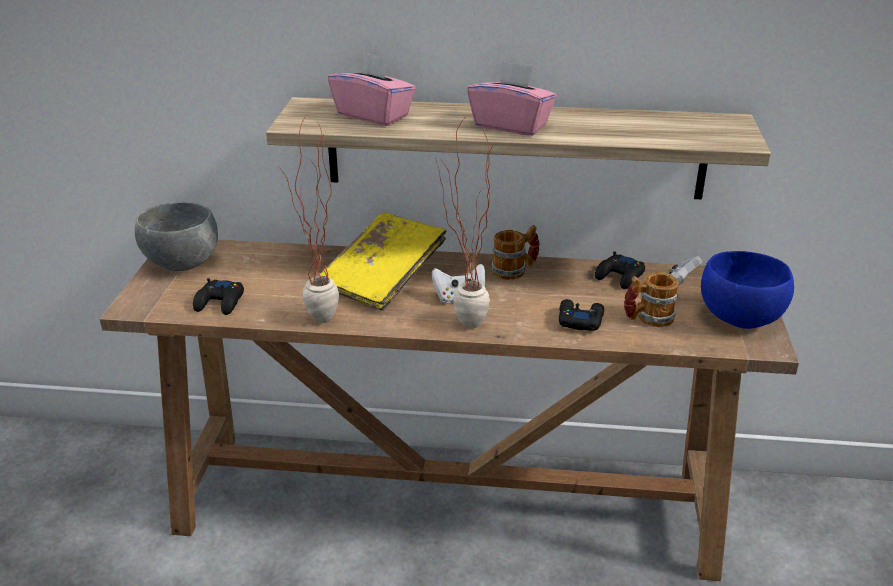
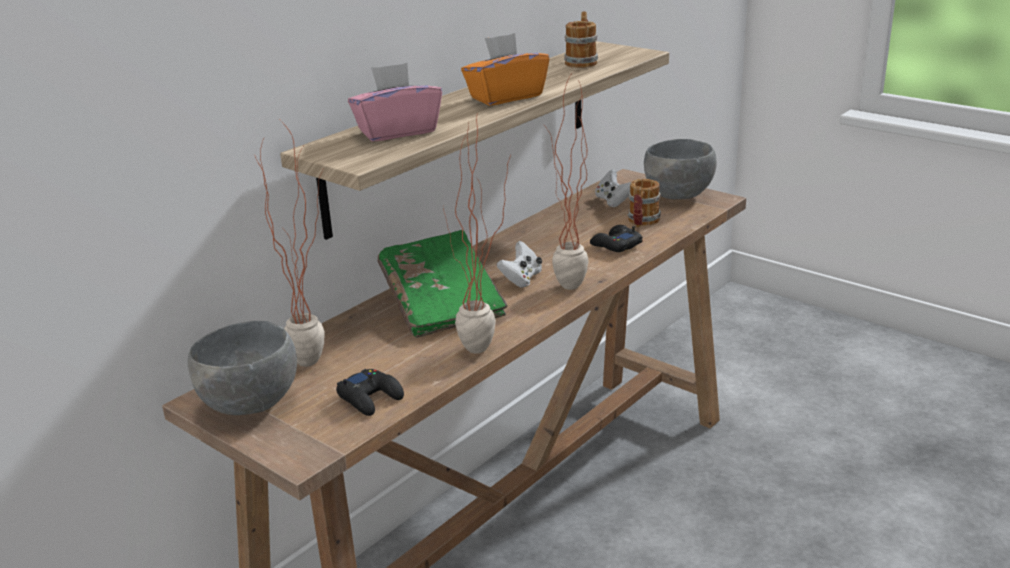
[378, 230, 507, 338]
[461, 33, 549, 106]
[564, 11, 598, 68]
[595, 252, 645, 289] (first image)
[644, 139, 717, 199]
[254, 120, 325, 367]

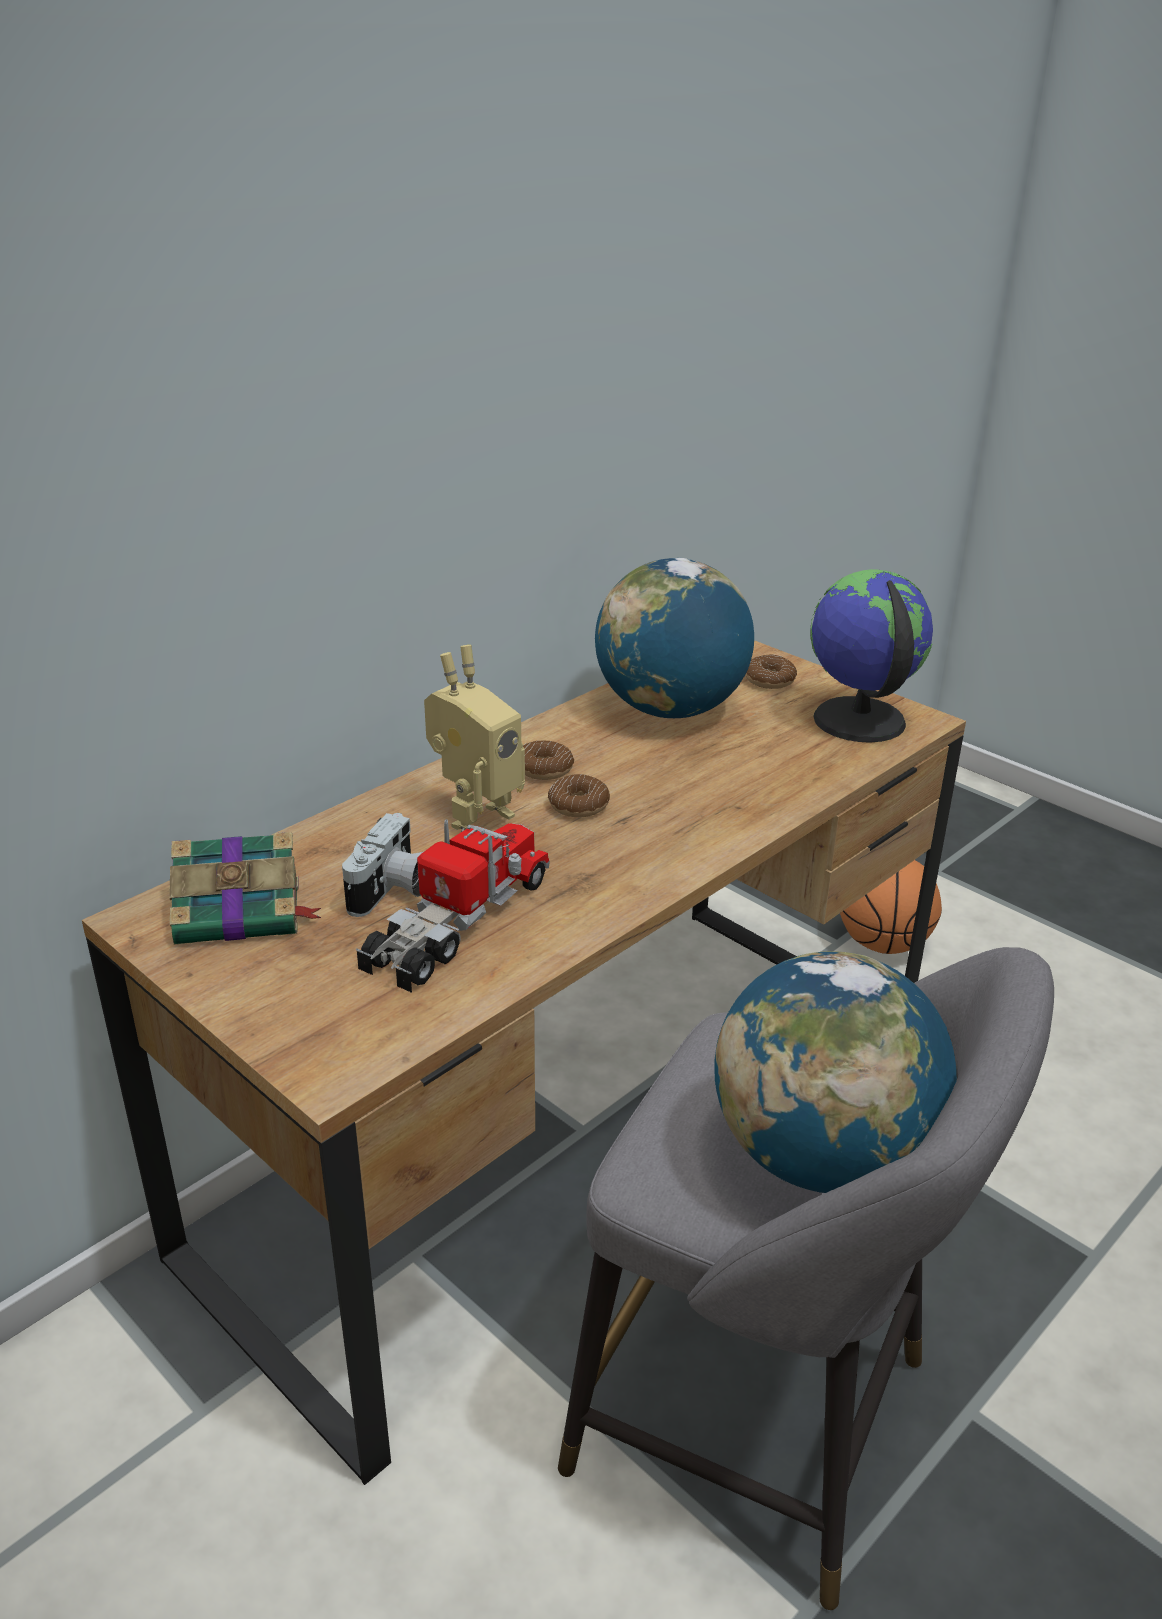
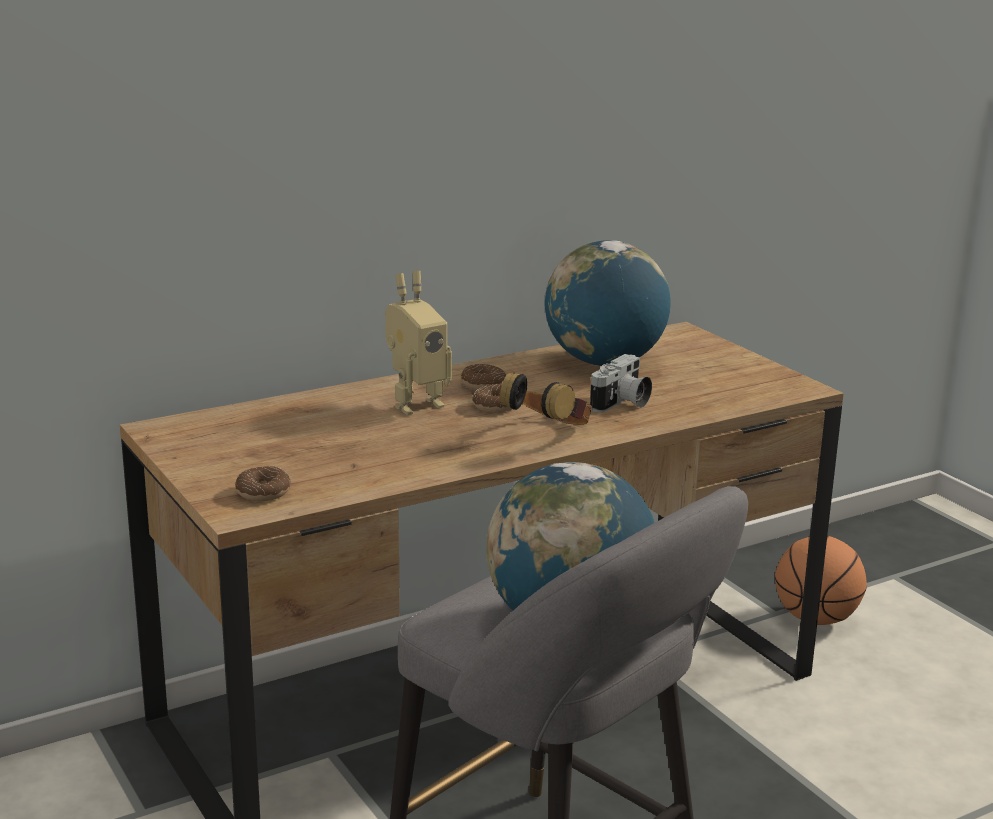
[169, 832, 321, 945] (first image)
[590, 354, 652, 412]
[356, 819, 550, 993] (first image)
[235, 466, 291, 501]
[810, 569, 933, 743] (first image)
[500, 373, 592, 425]

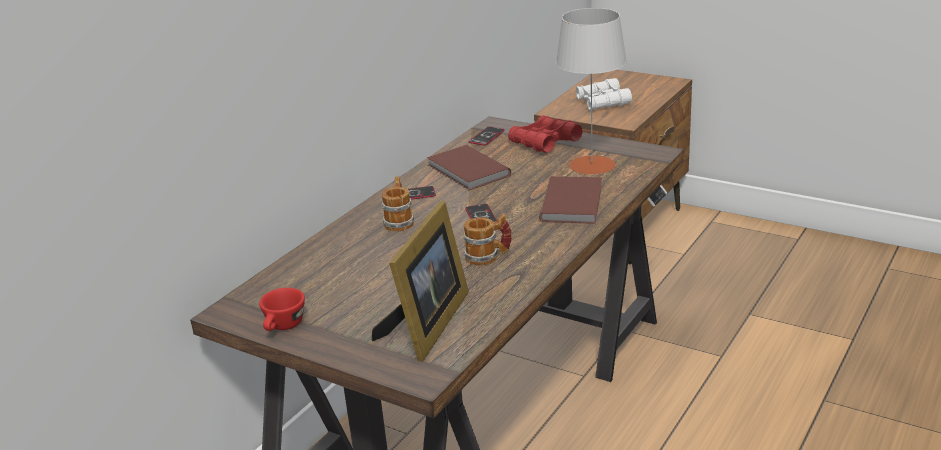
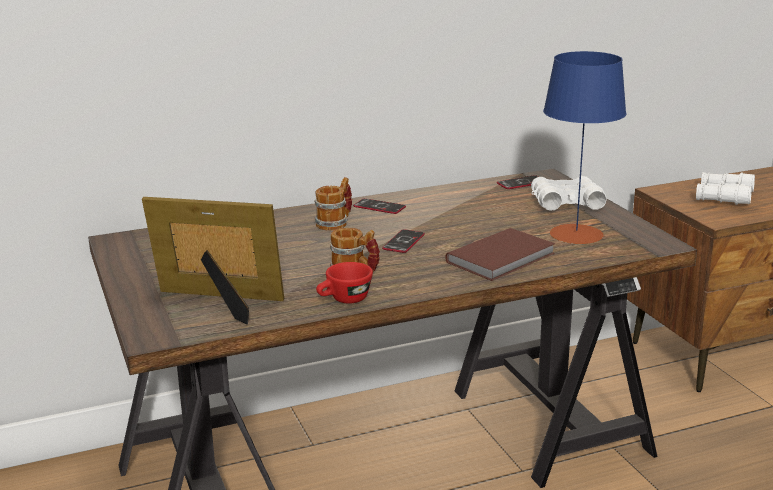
[316, 262, 373, 304]
[142, 197, 284, 324]
[427, 145, 511, 190] (first image)
[531, 176, 607, 211]
[543, 51, 627, 244]

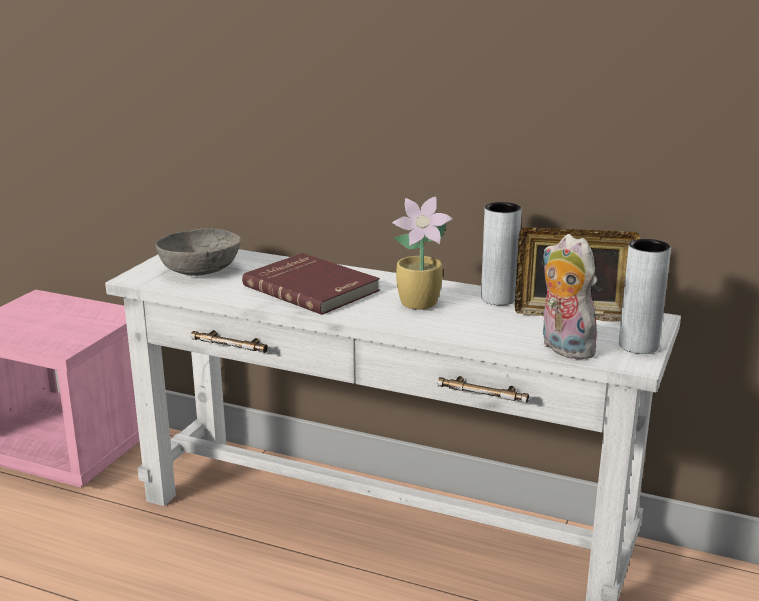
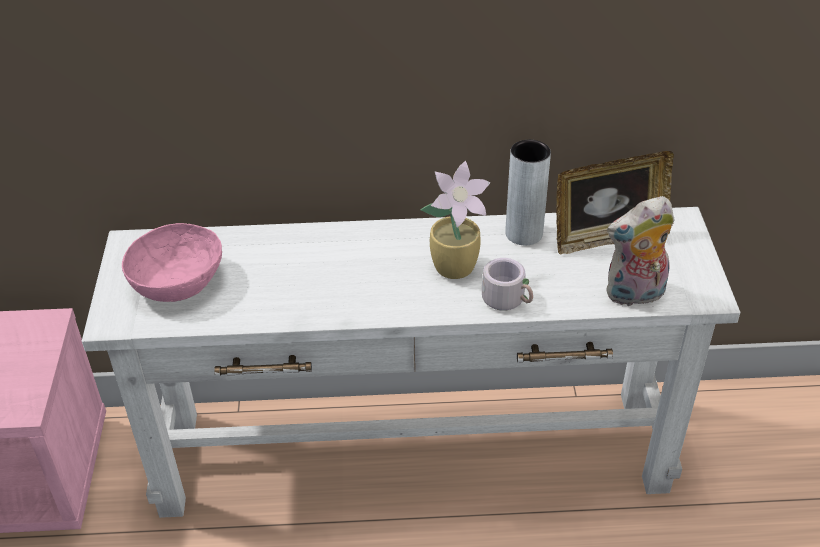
[122, 223, 222, 302]
[242, 253, 380, 315] (first image)
[606, 196, 675, 307]
[619, 239, 671, 354] (first image)
[482, 258, 533, 311]

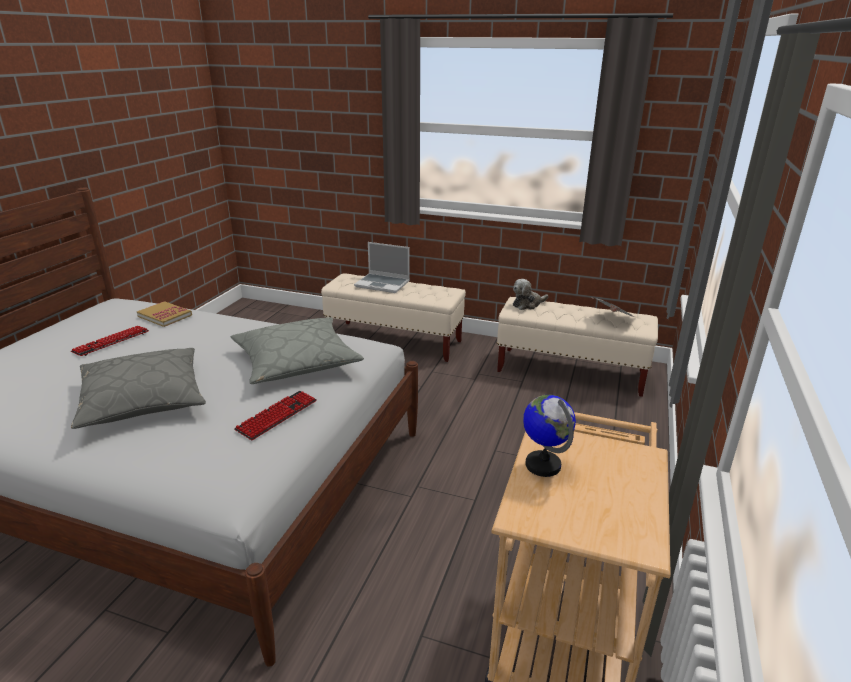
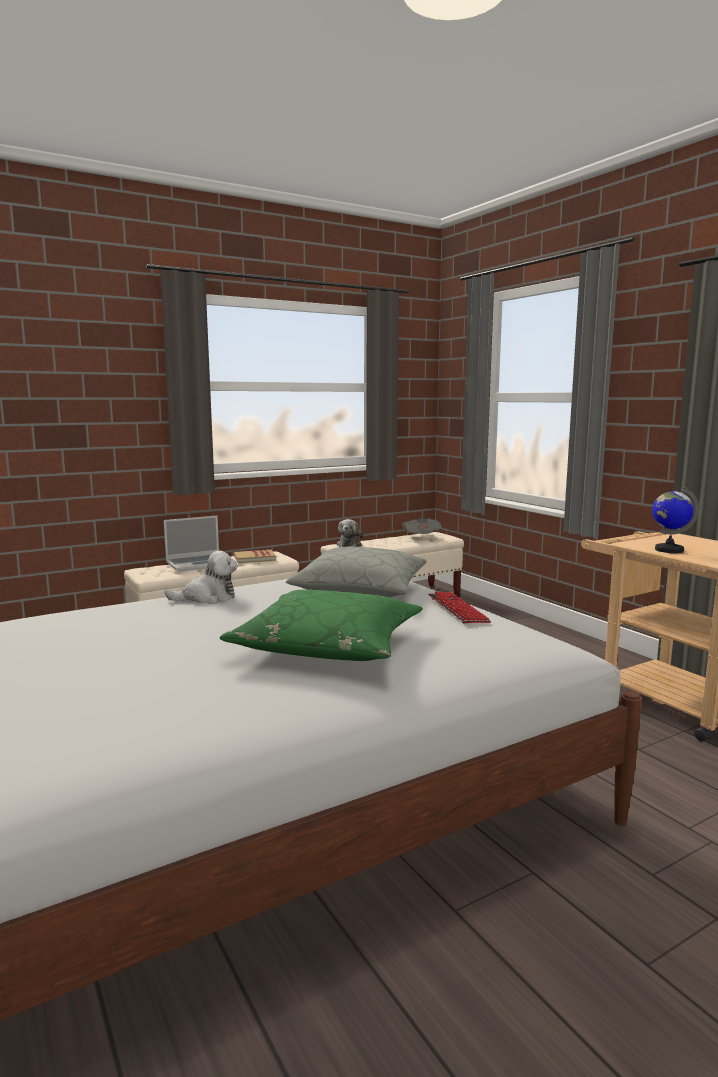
[71, 326, 149, 356] (first image)
[220, 589, 423, 661]
[234, 550, 276, 563]
[165, 551, 238, 604]

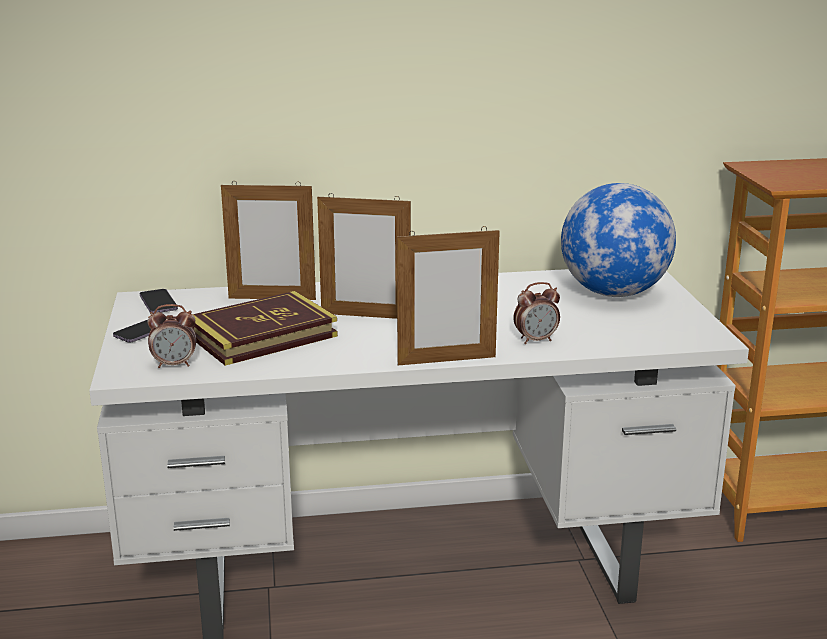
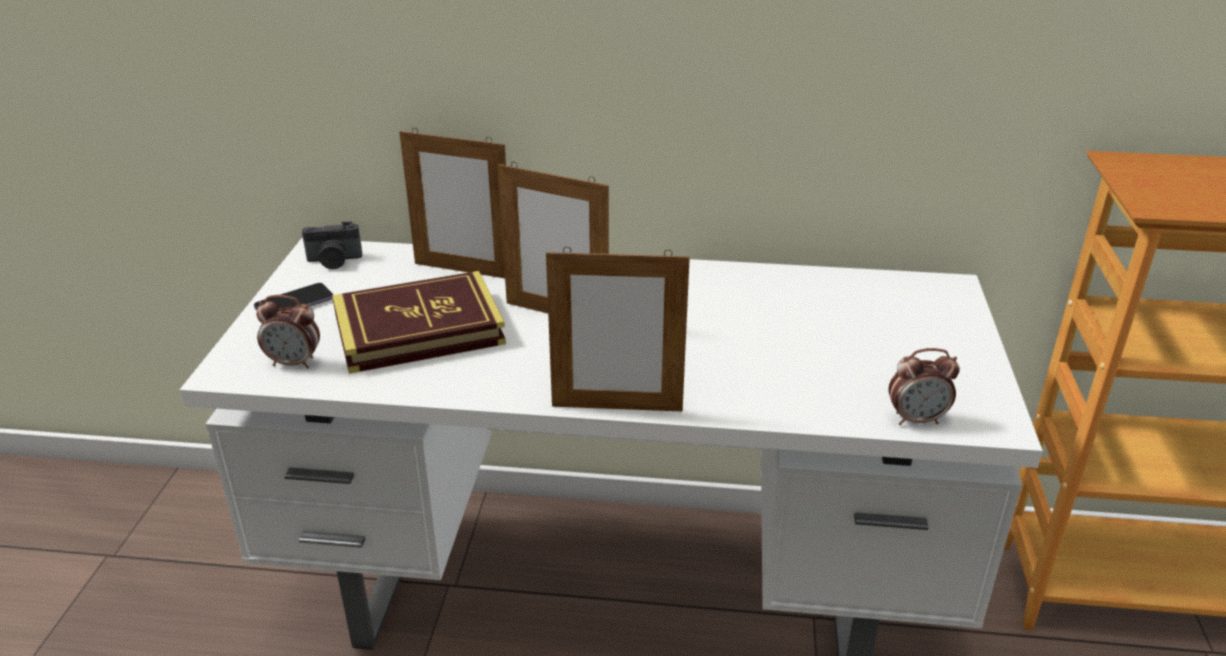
[302, 221, 362, 269]
[889, 348, 960, 425]
[561, 183, 676, 297] (first image)

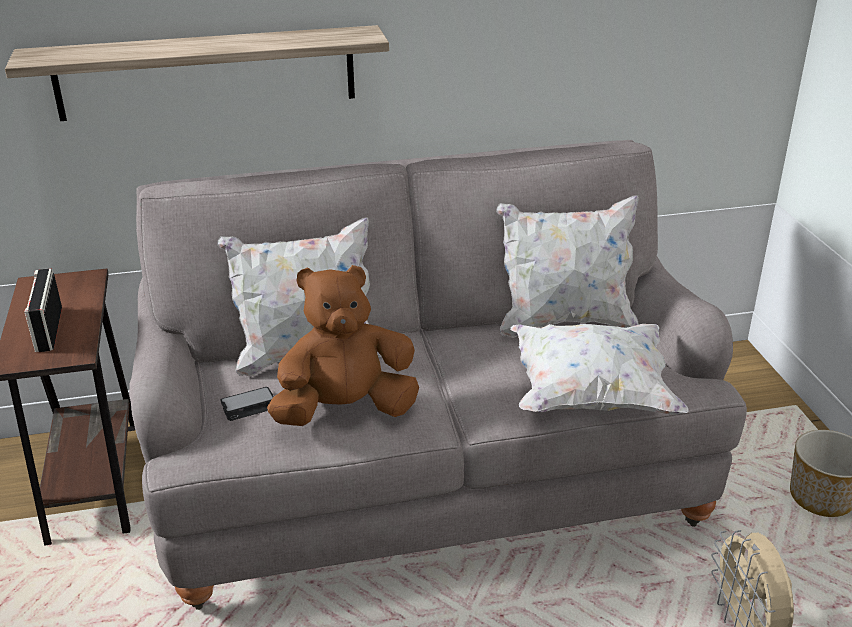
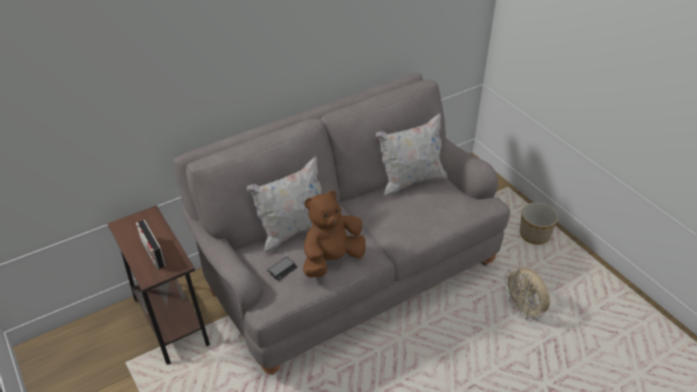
[5, 25, 389, 121] (first image)
[510, 324, 689, 415] (first image)

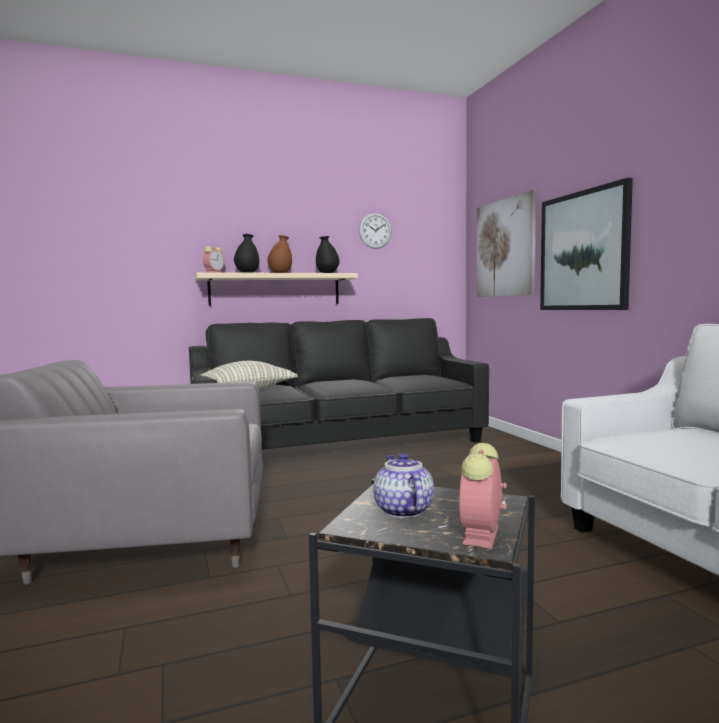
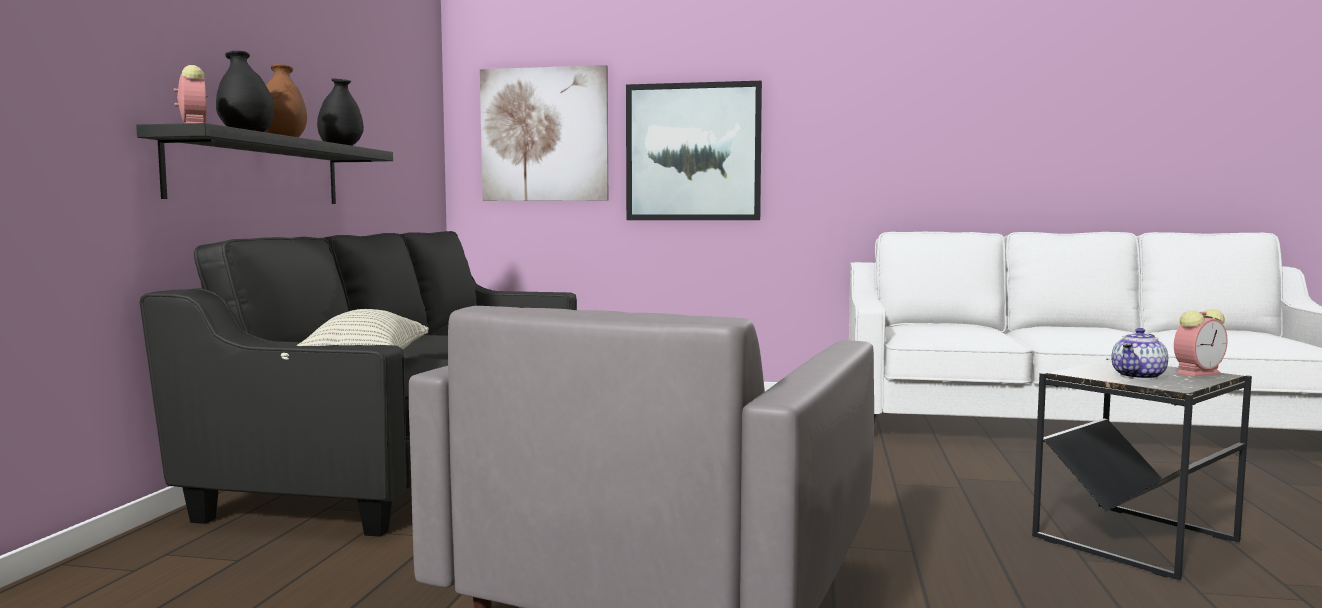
[136, 123, 393, 204]
[359, 213, 392, 249] (first image)
[1112, 328, 1168, 380]
[1174, 309, 1227, 377]

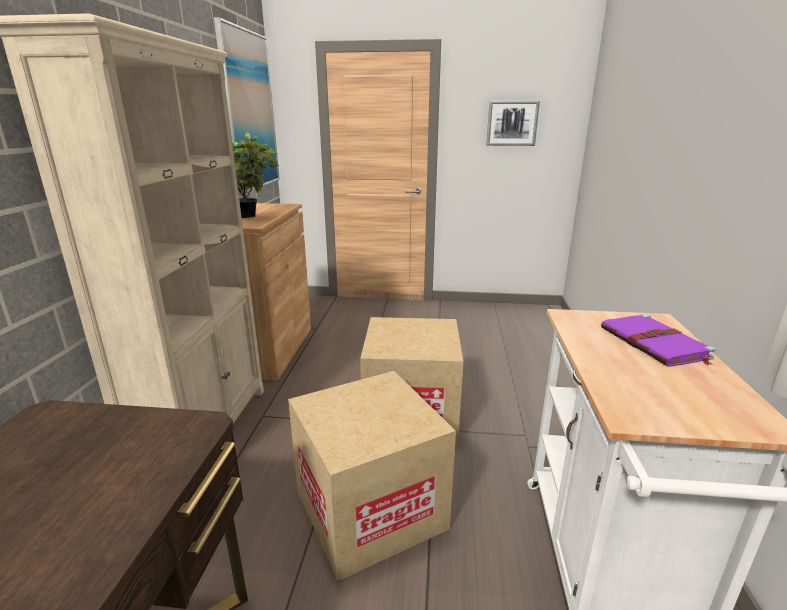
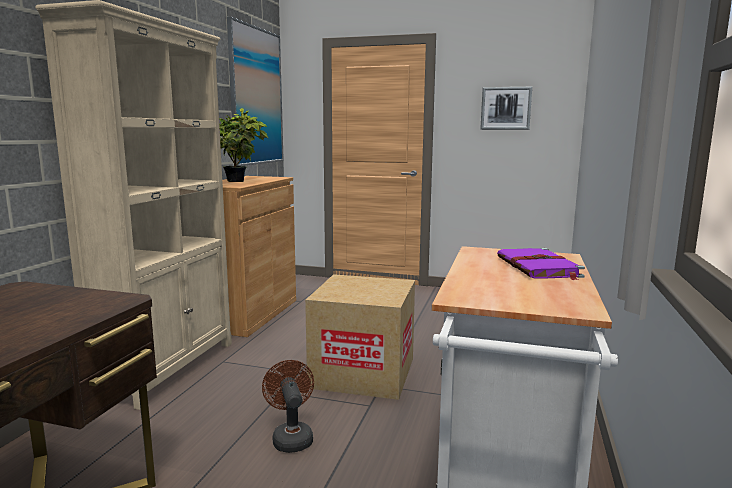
[262, 360, 314, 453]

